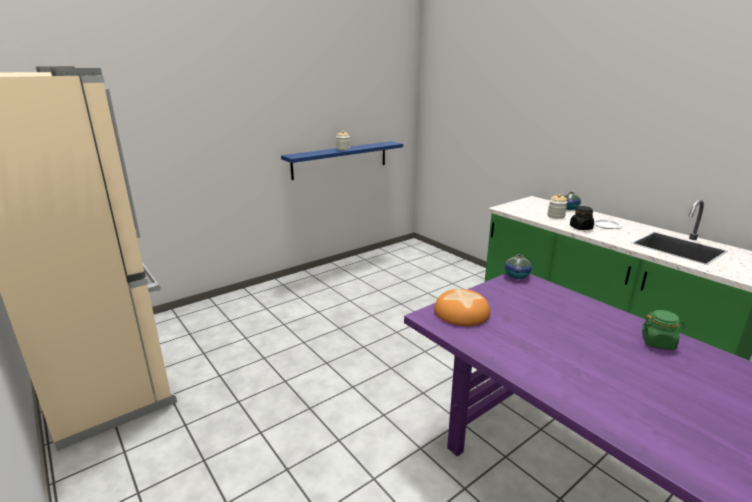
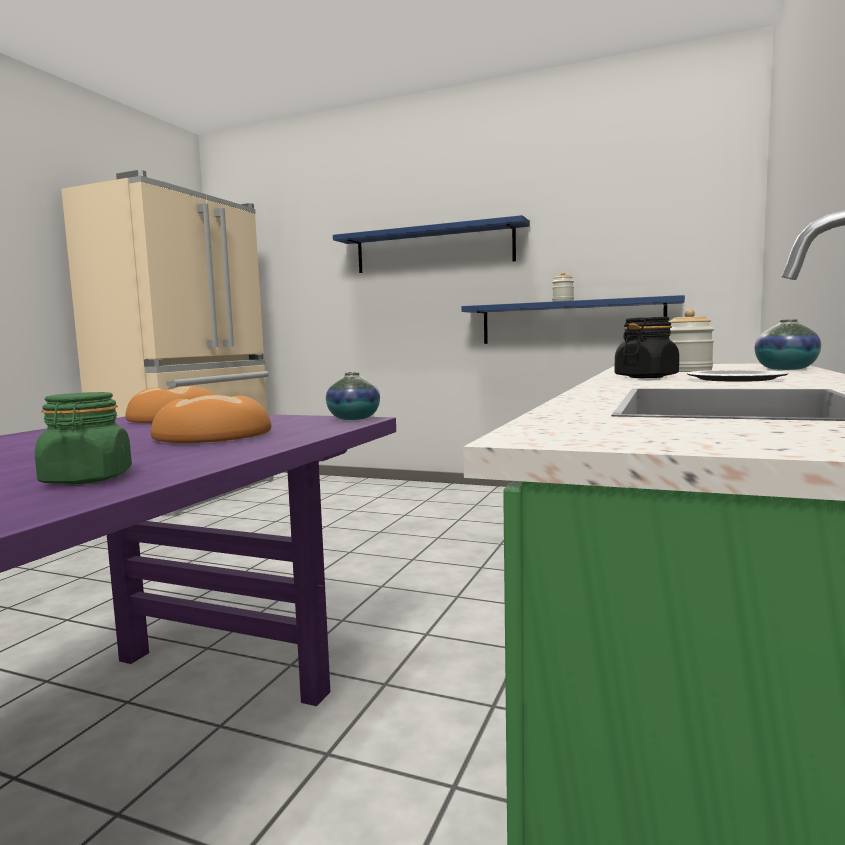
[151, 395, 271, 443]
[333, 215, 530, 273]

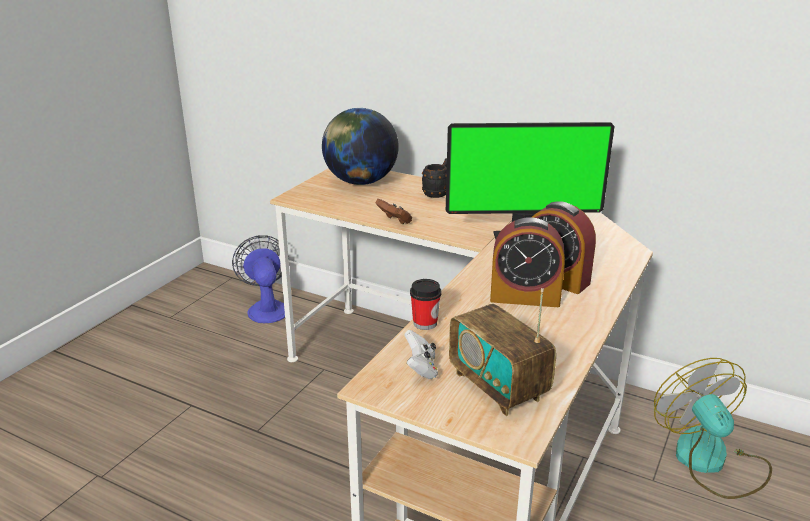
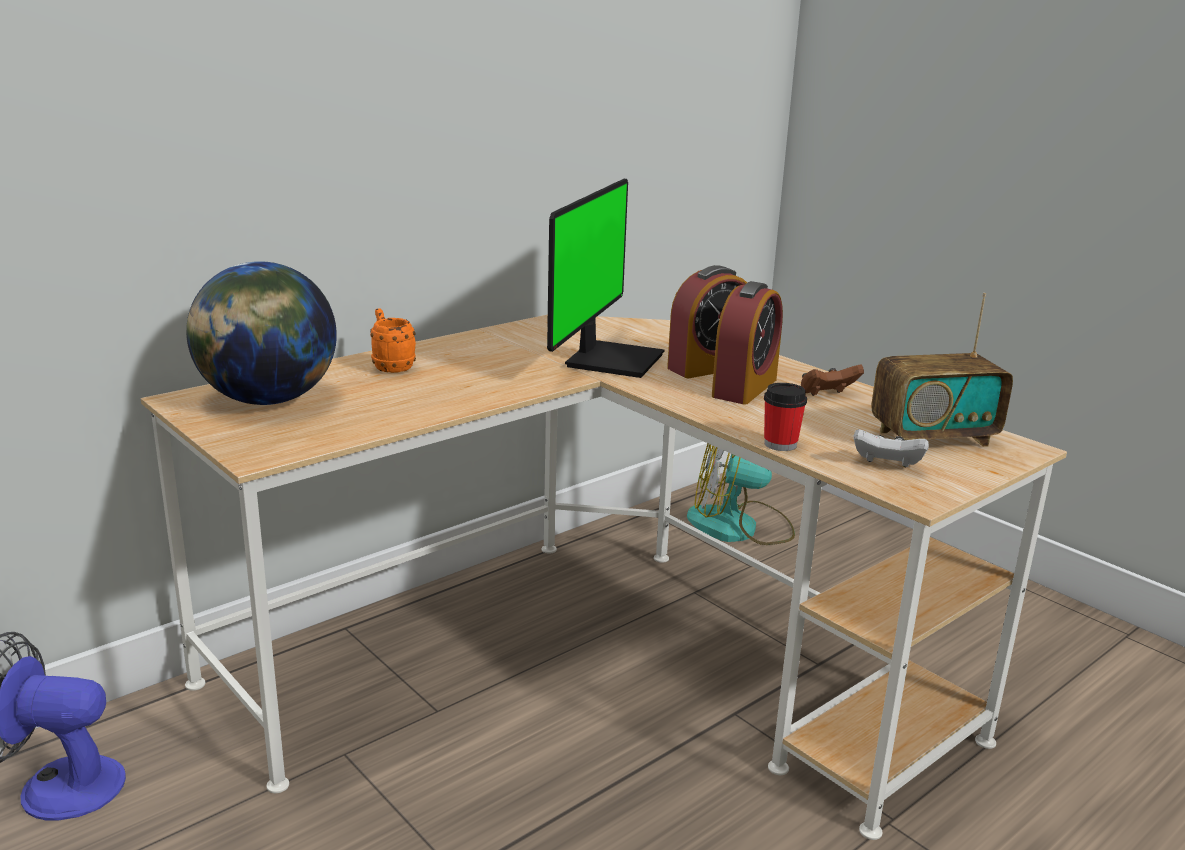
[801, 364, 864, 396]
[370, 308, 416, 373]

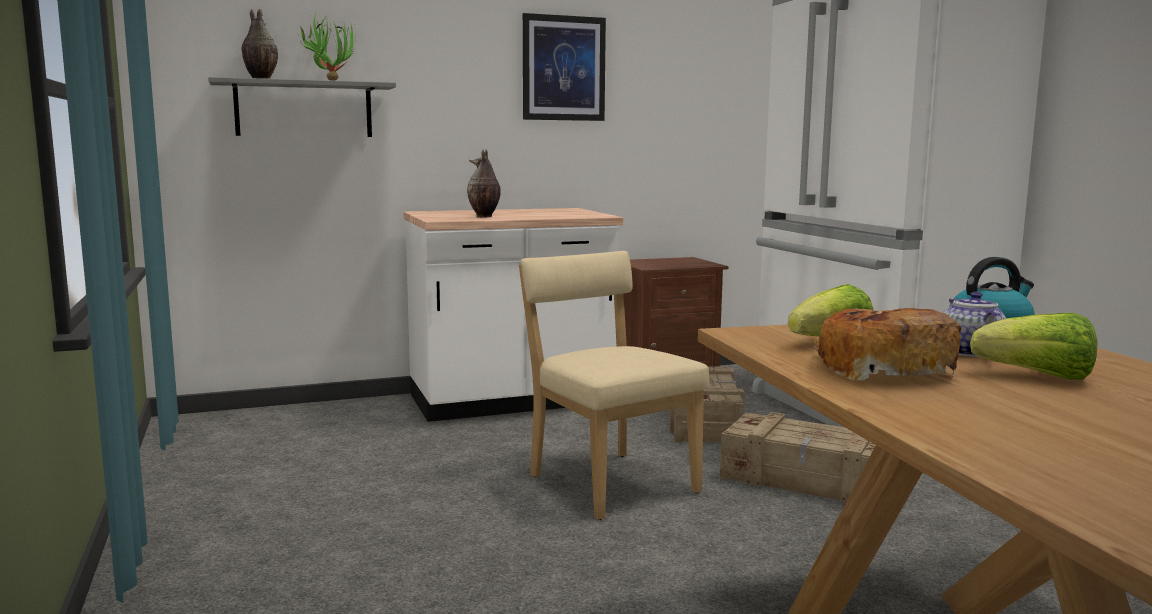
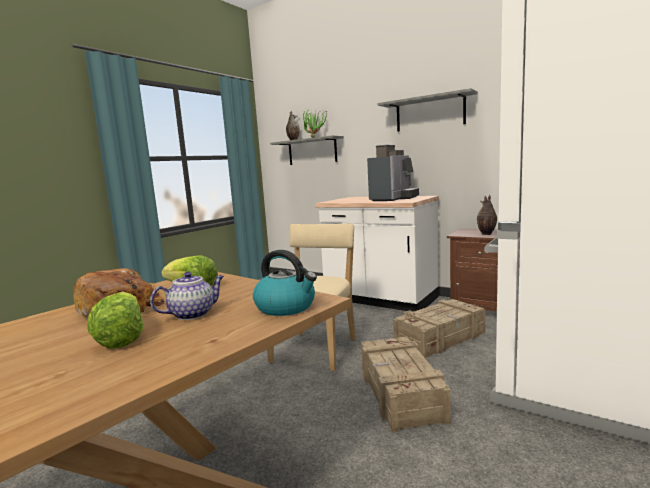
[477, 195, 497, 235]
[378, 88, 478, 132]
[367, 145, 419, 201]

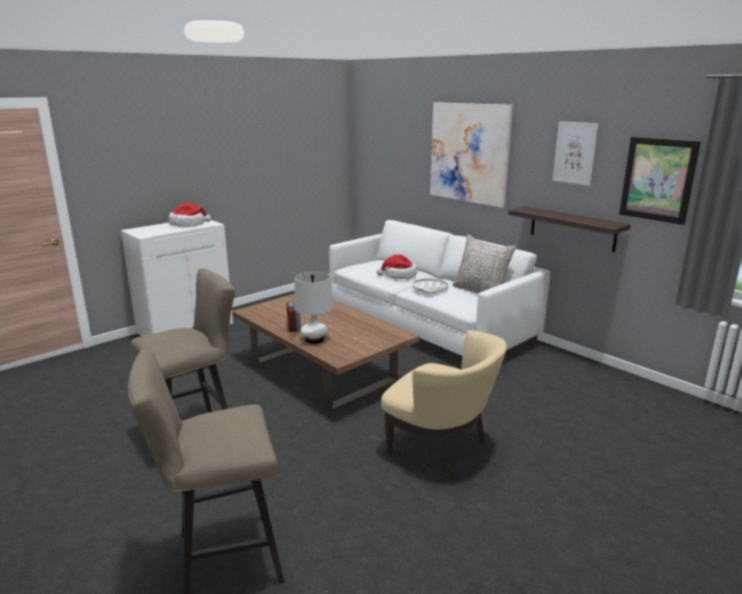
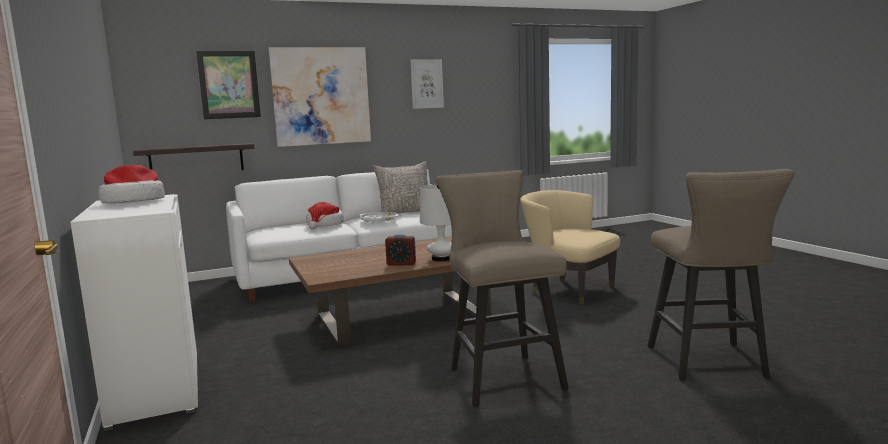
[520, 190, 620, 305]
[133, 143, 254, 170]
[196, 51, 261, 119]

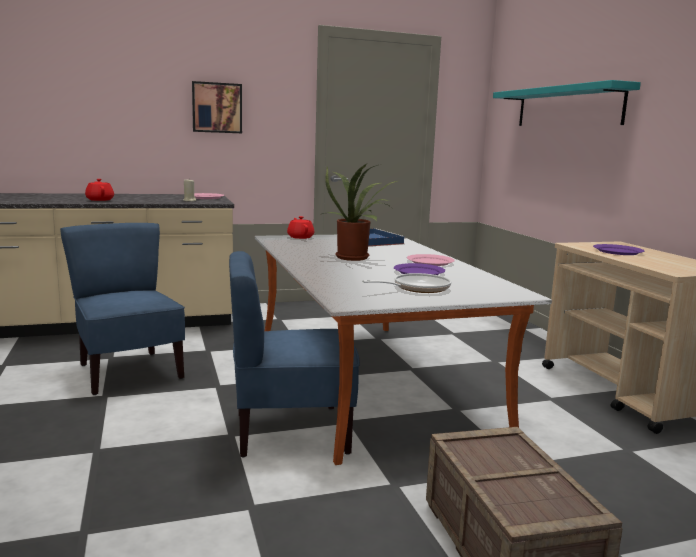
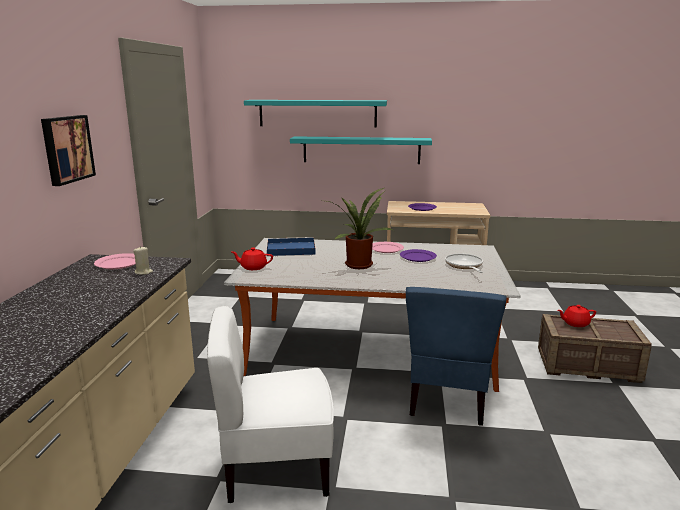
[207, 306, 334, 503]
[558, 305, 596, 327]
[290, 136, 432, 164]

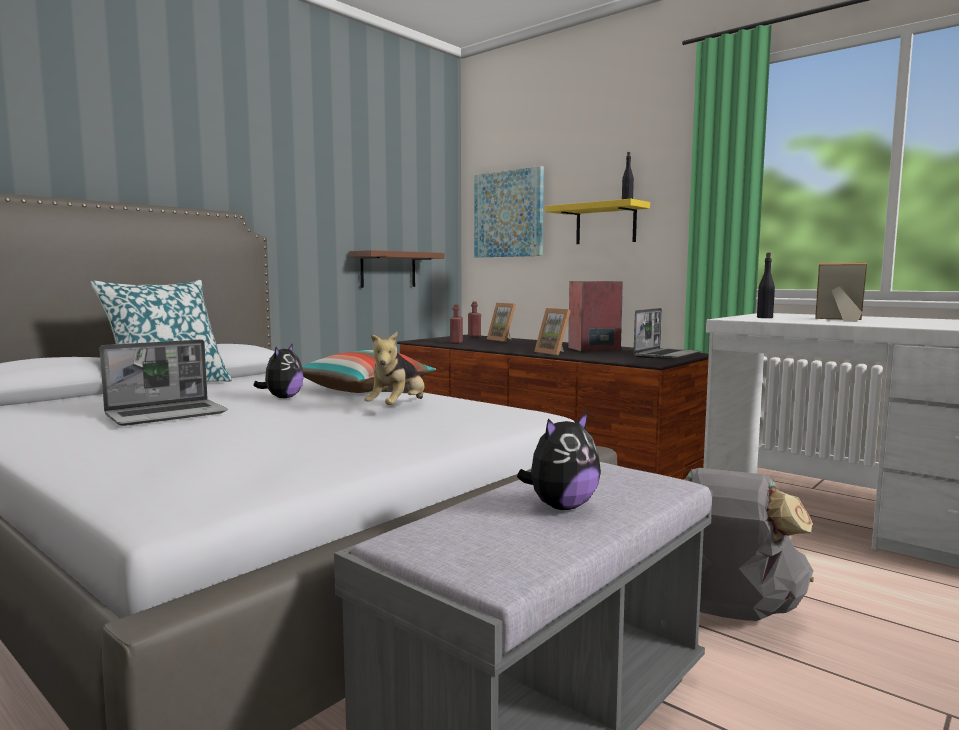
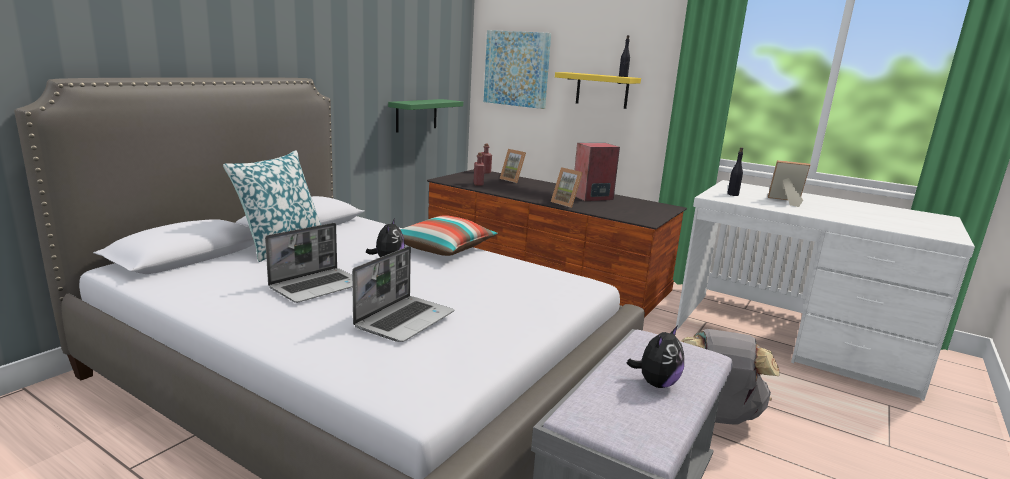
[388, 99, 463, 133]
[364, 332, 425, 405] (first image)
[352, 246, 454, 342]

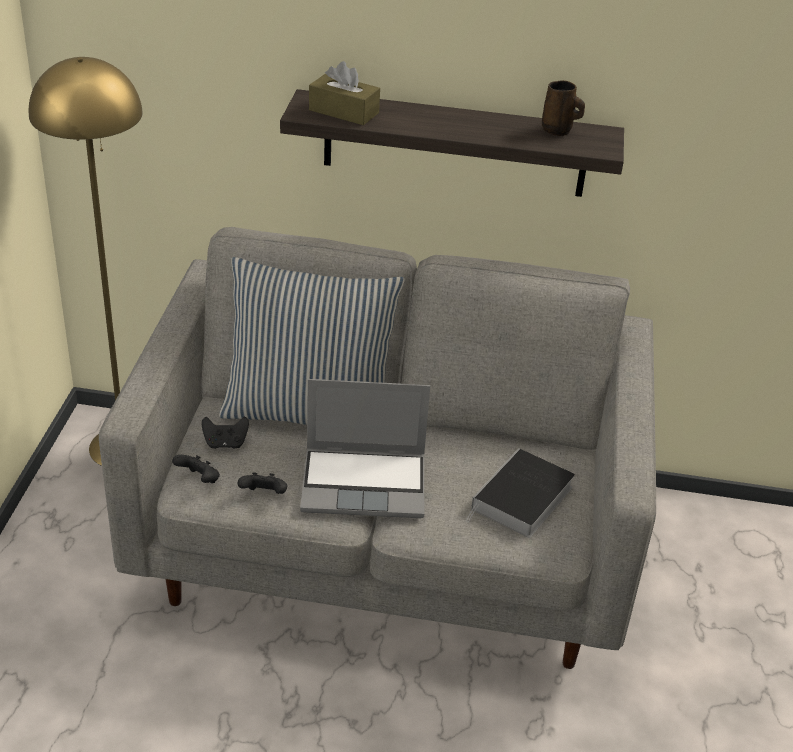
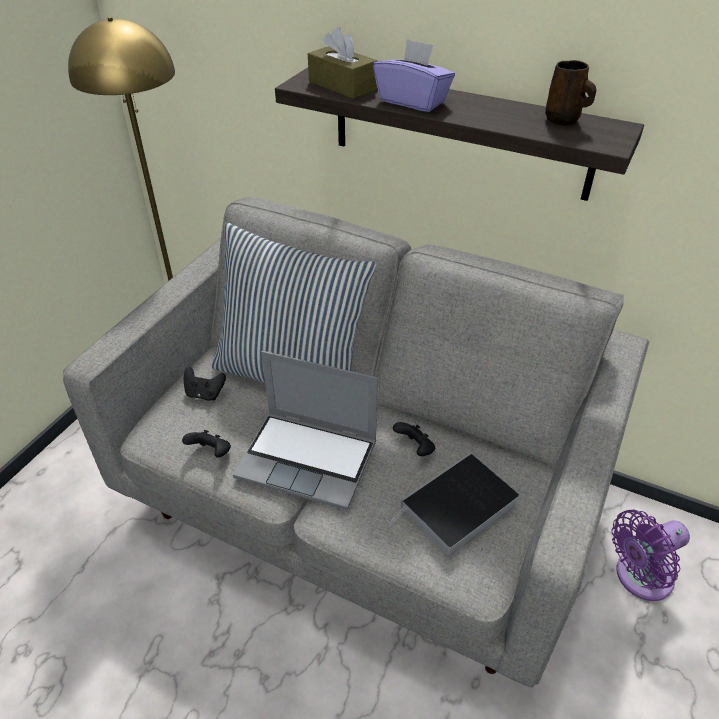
[393, 422, 435, 456]
[373, 39, 455, 112]
[611, 510, 690, 601]

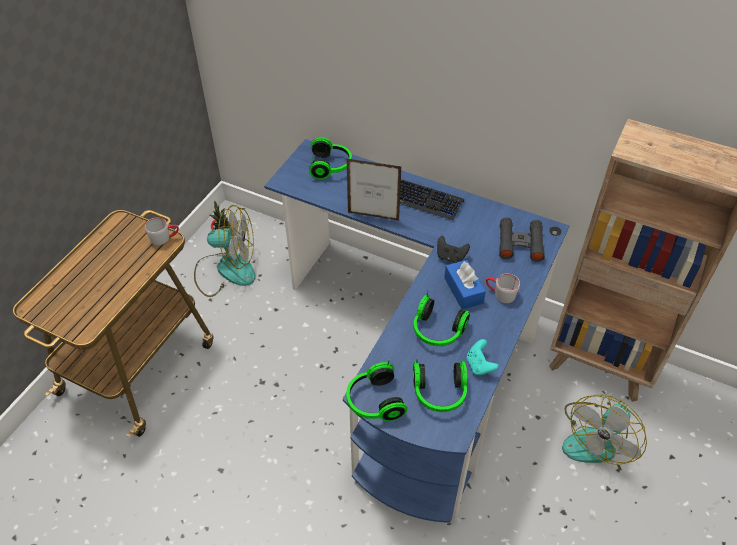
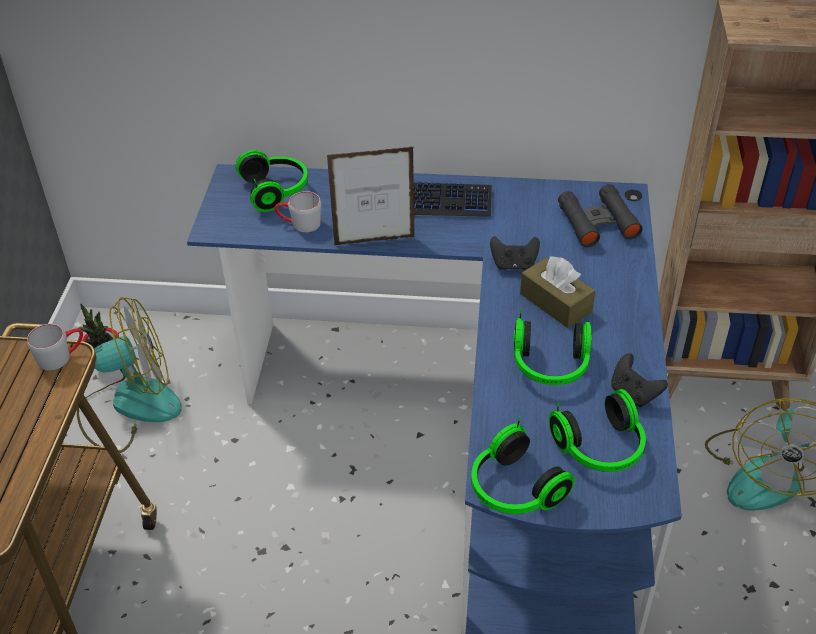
[520, 256, 595, 328]
[611, 353, 668, 407]
[275, 191, 321, 233]

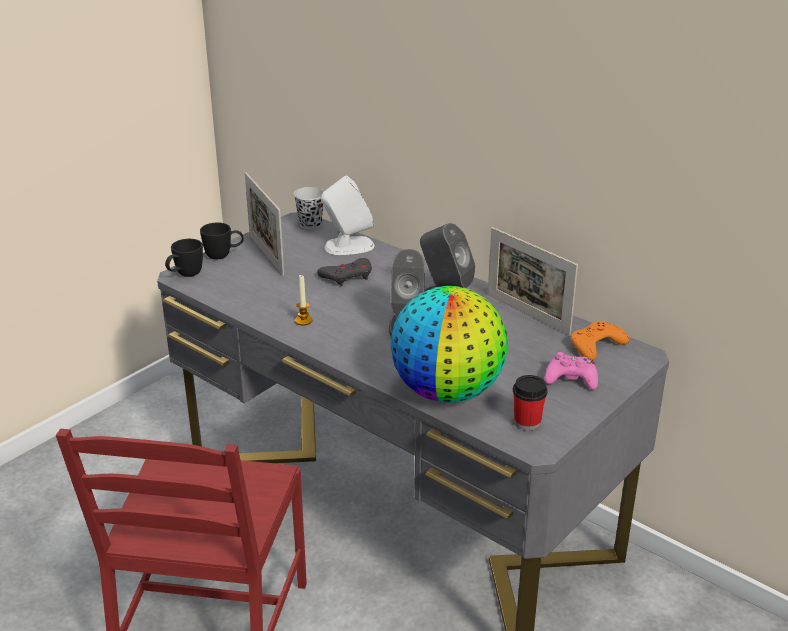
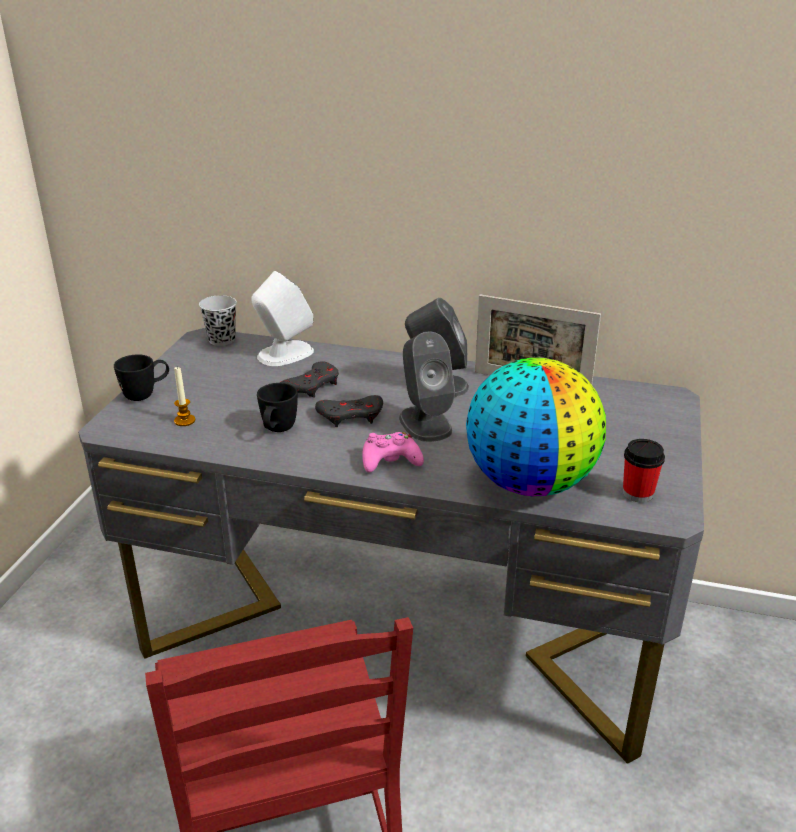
[257, 383, 298, 432]
[245, 173, 284, 276] (first image)
[174, 367, 195, 426]
[362, 432, 424, 473]
[571, 321, 630, 361] (first image)
[315, 395, 383, 427]

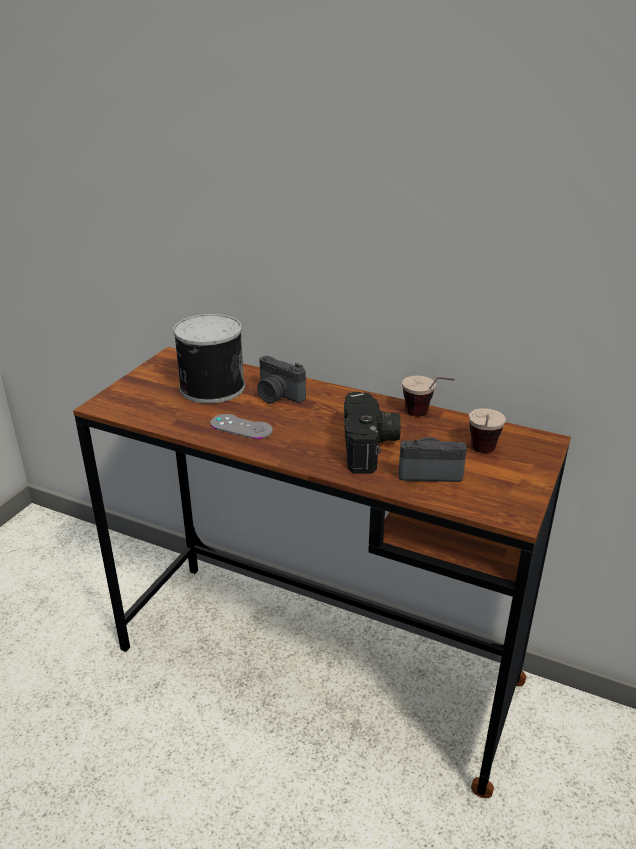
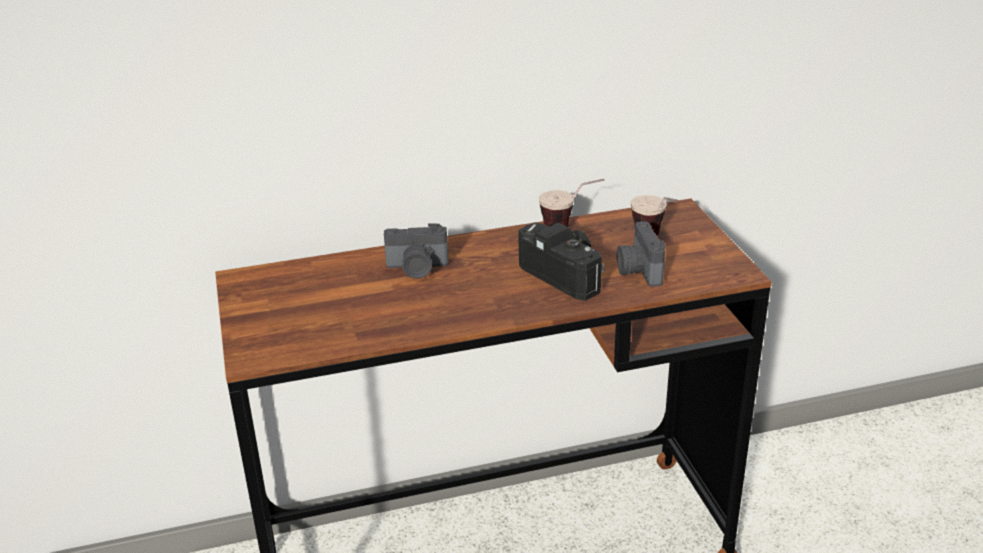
[173, 314, 245, 403] (first image)
[210, 414, 273, 439] (first image)
[617, 221, 666, 287]

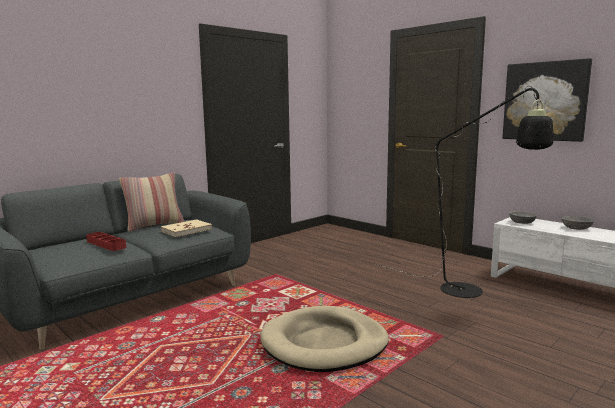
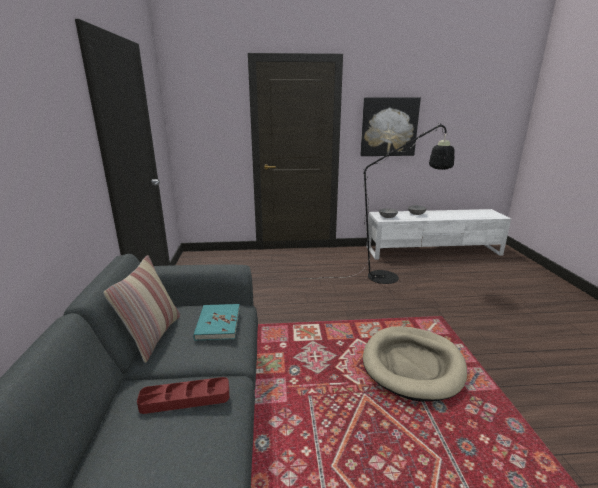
[193, 304, 240, 341]

